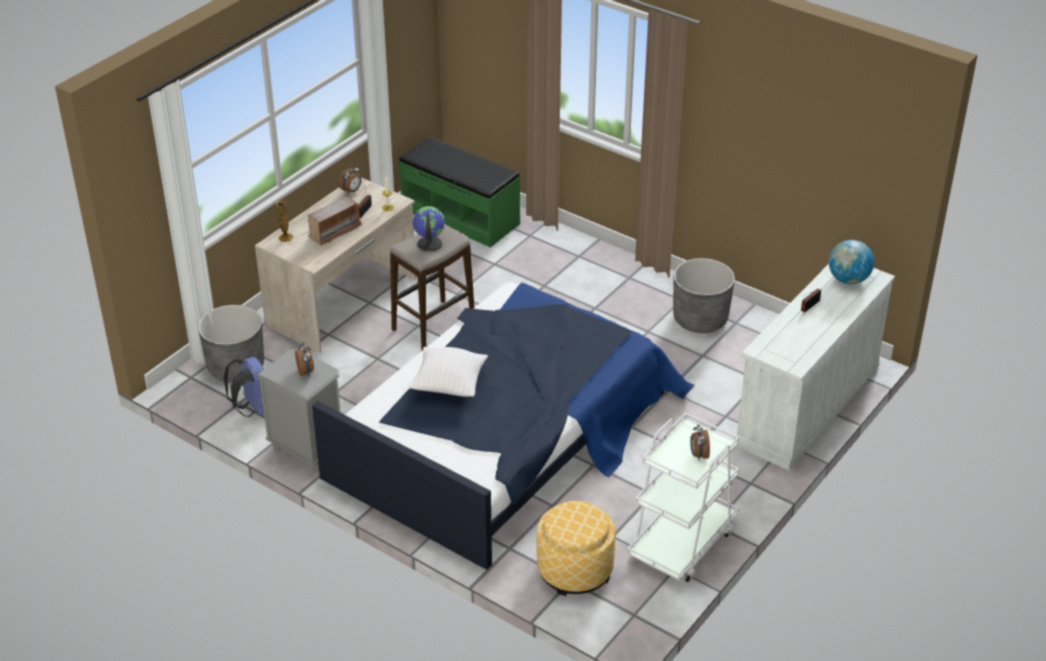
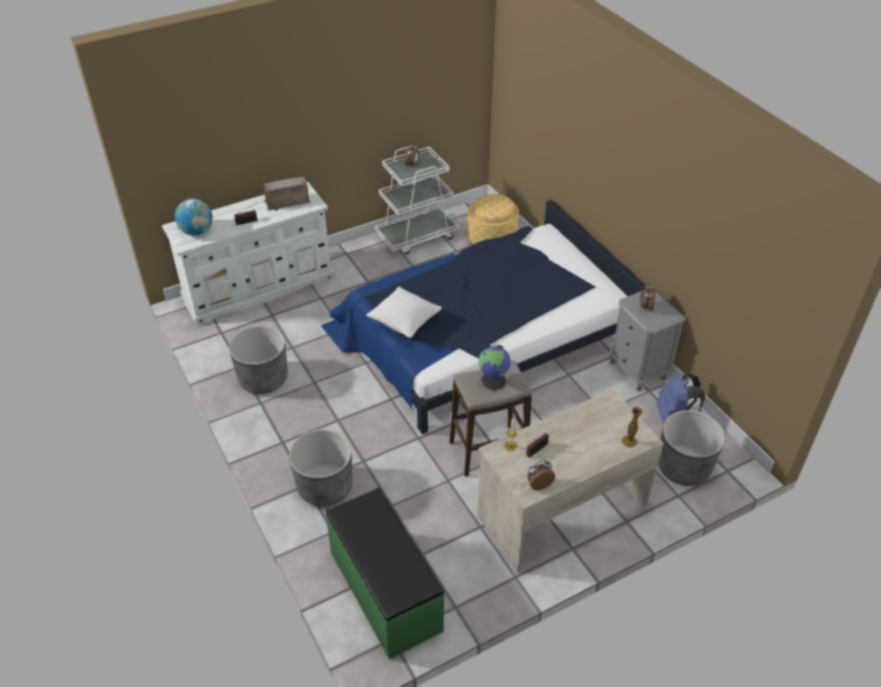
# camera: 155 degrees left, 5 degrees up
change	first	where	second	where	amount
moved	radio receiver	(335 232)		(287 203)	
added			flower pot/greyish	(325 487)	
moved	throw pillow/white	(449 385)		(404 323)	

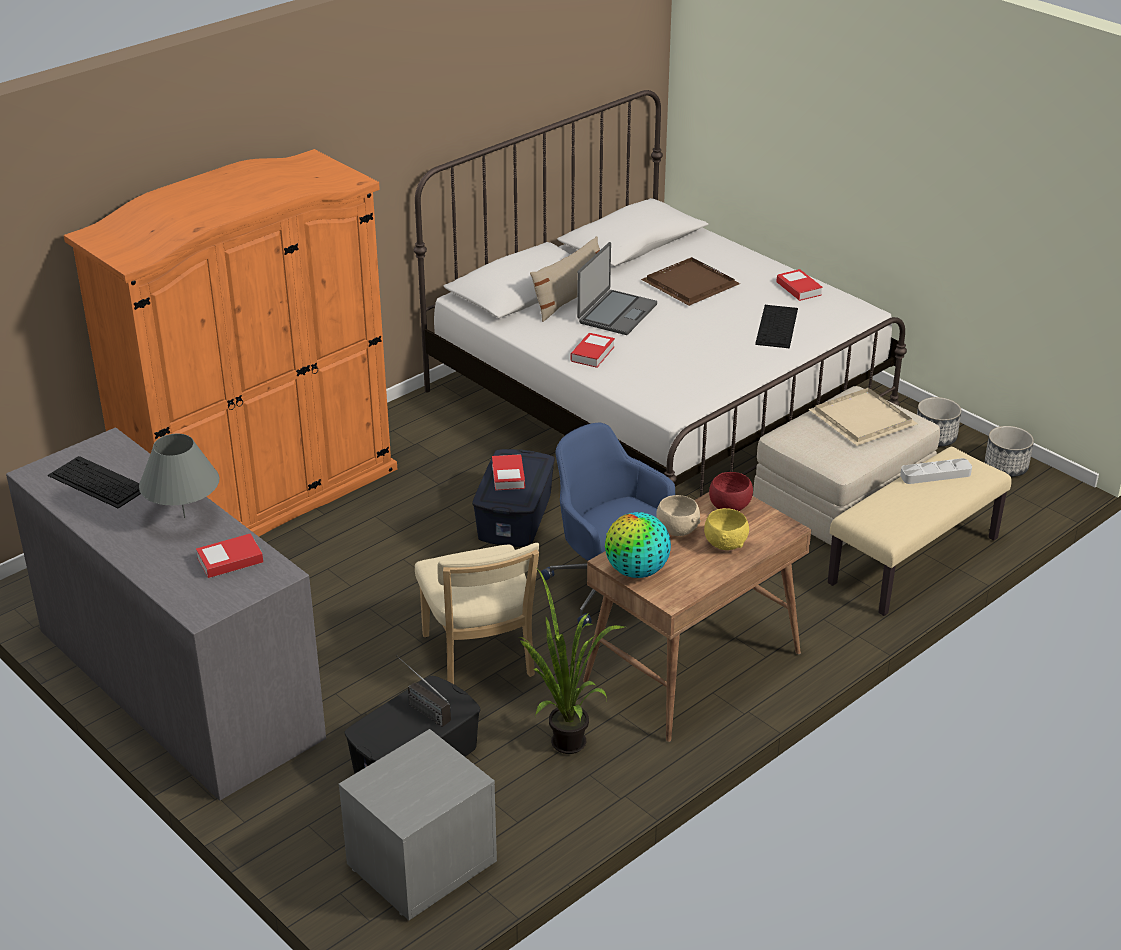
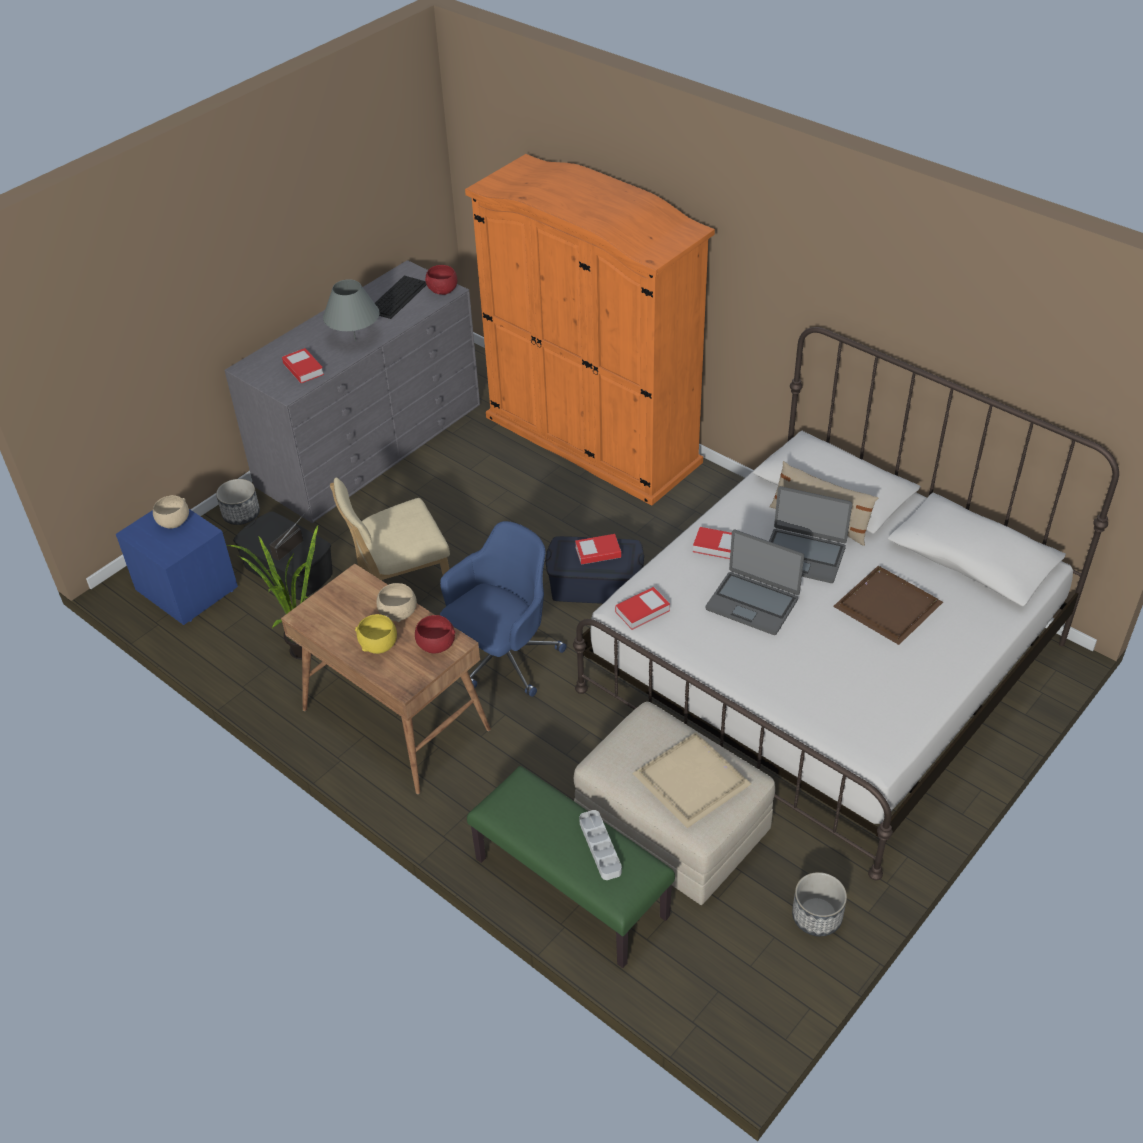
# camera: 85 degrees right, 10 degrees up
change	first	where	second	where	amount
recoloured	bedside table/greyish	(421 865)	bedside table/bluish	(185 589)	
added			bowl/sand-coloured	(173 523)	
moved	flower pot	(1006 467)		(241 514)	
added			bowl/red-coloured	(443 290)	
recoloured	bench/sand-coloured	(914 562)	bench/greenish	(569 888)	
moved	volume	(798 289)		(642 611)	
added			laptop	(752 603)	
removed	desk globe	(636 571)			
removed	computer keyboard	(777 326)			

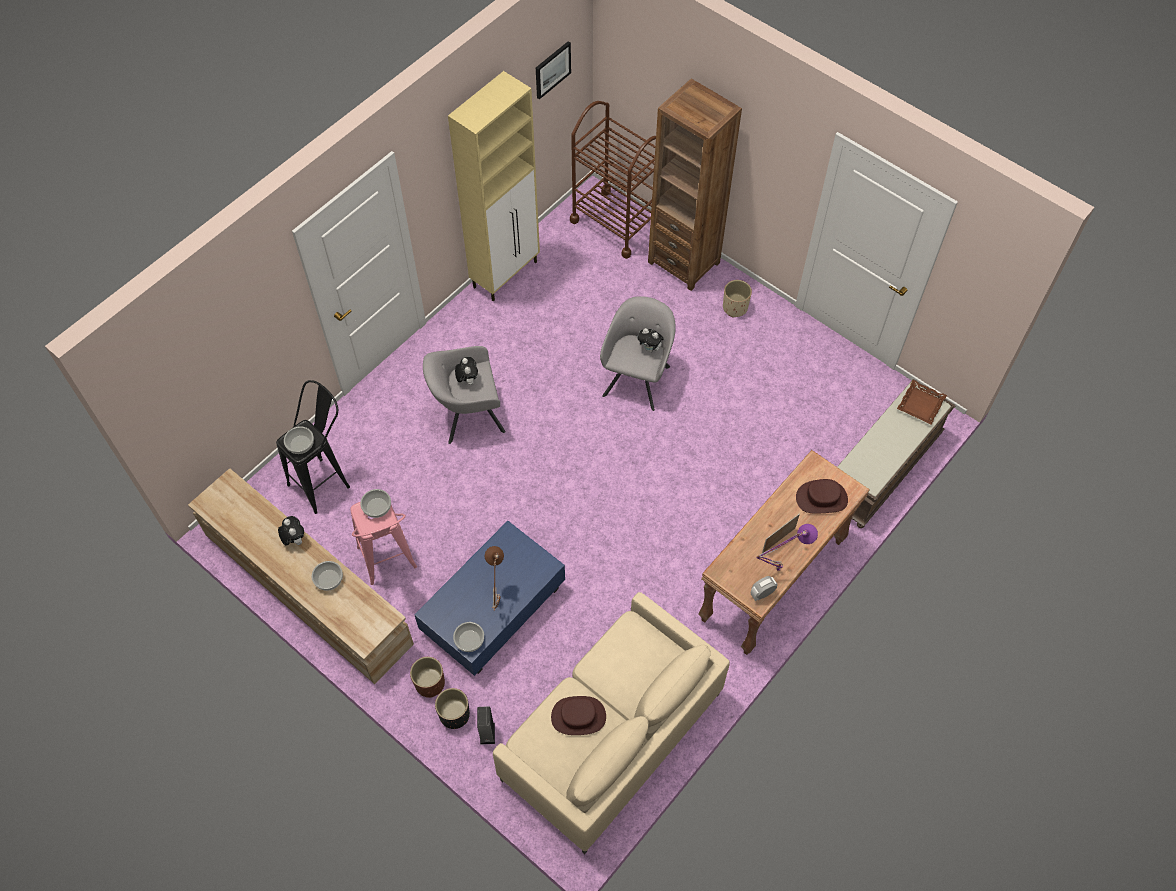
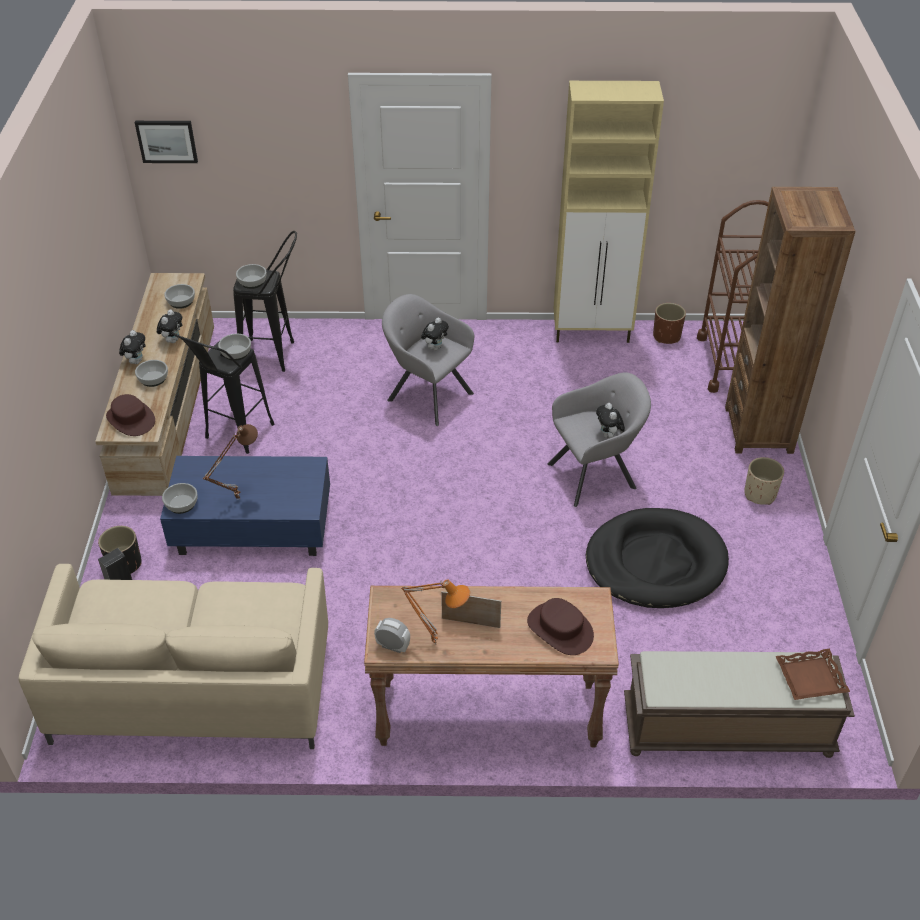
# camera: 50 degrees right, 15 degrees down
change	first	where	second	where	amount
moved	hat/brown	(578 717)		(130 419)	
added			soft toy	(136 361)	
moved	wall art	(552 69)		(167 141)	
added			bowl	(180 301)	
recoloured	sitting stool/pinkish	(390 566)	sitting stool/black	(234 438)	
recoloured	lamp for a table/purple	(778 569)	lamp for a table/orange-coloured	(436 642)	
added			pet bed/black	(655 562)	
moved	flower pot/brown	(430 683)		(666 336)	

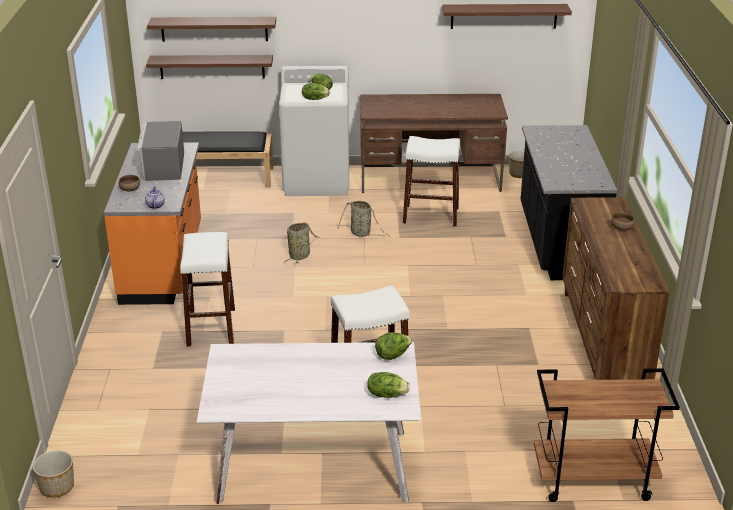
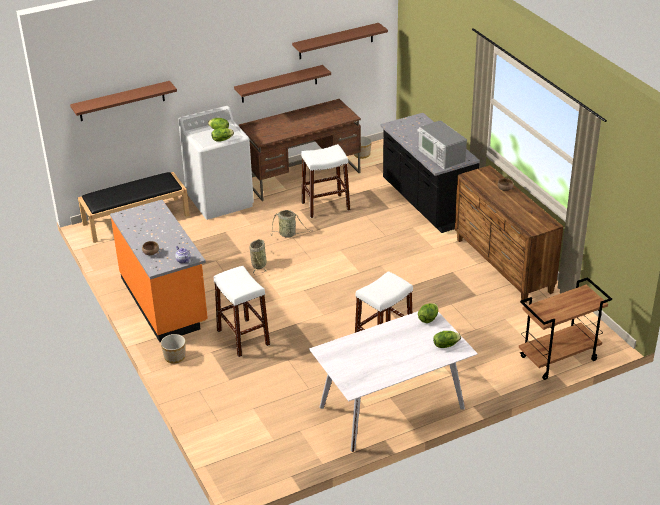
# camera: 25 degrees left, 5 degrees up
change	first	where	second	where	amount
moved	flower pot	(57 487)		(175 357)	
moved	shelf/brown	(212 66)		(279 84)	
moved	kitchen microwave	(163 166)		(441 156)	

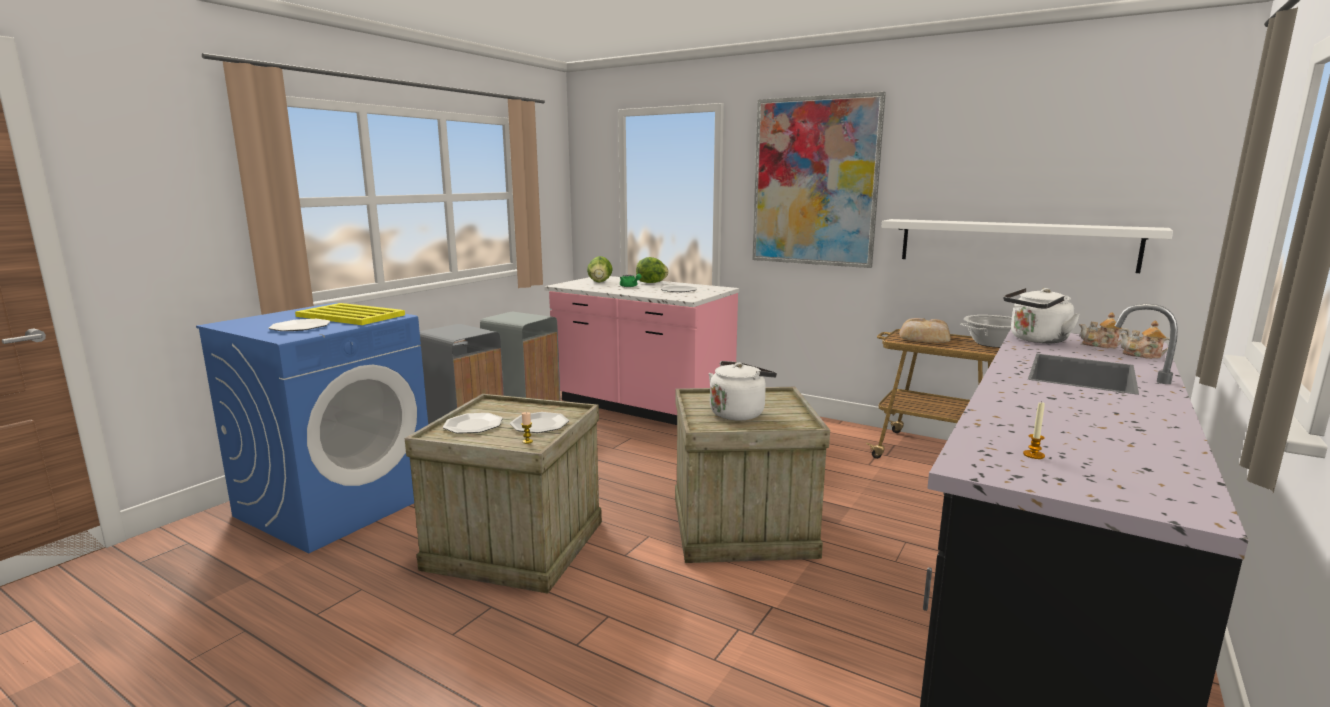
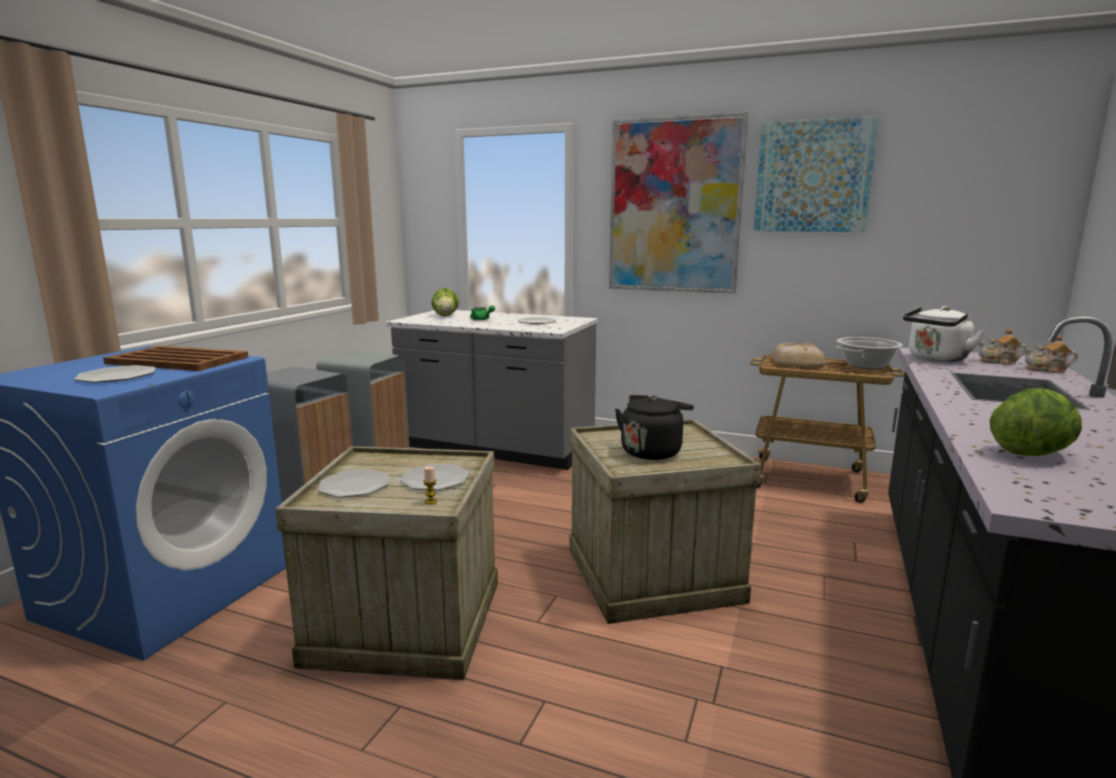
# camera: 10 degrees left, 0 degrees up
change	first	where	second	where	amount
recoloured	tray/yellow-coloured	(350 315)	tray/brown	(177 360)	
recoloured	kitchen counter/pinkish	(642 406)	kitchen counter/greyish	(496 448)	
recoloured	kettle/white	(739 413)	kettle/black	(652 451)	
added			wall art	(813 176)	
moved	lettuce head	(652 283)		(1031 453)	
removed	shelf/white	(1014 244)			
removed	candle	(1033 455)			

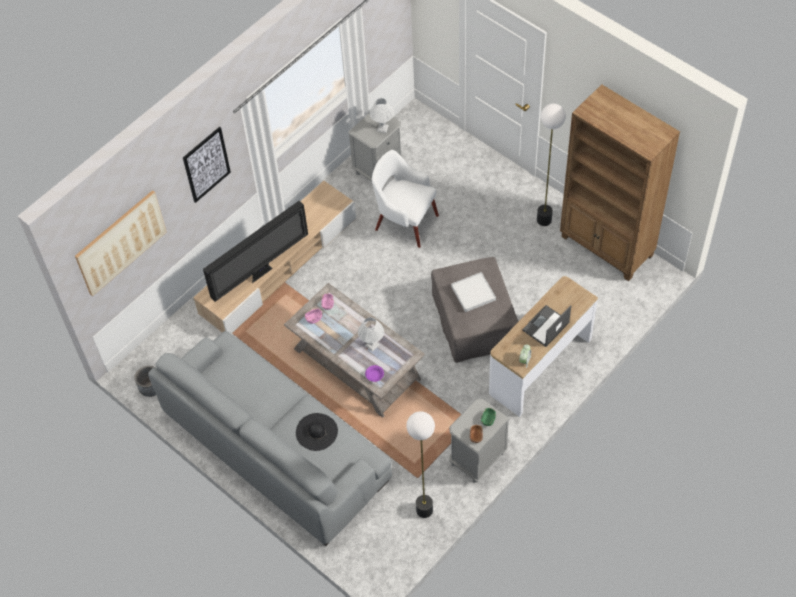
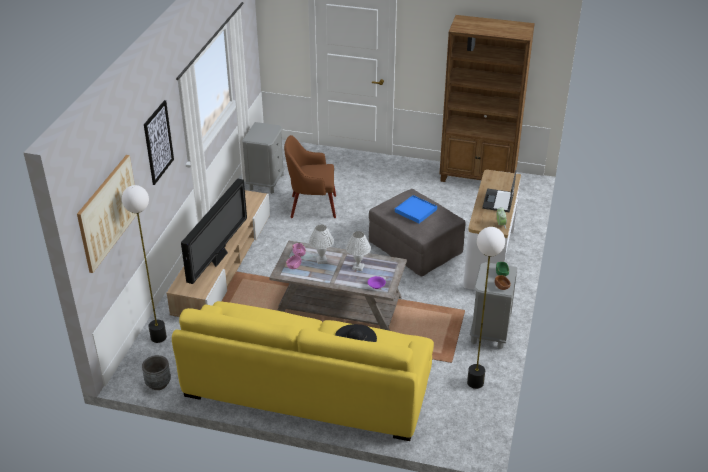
# camera: 30 degrees left, 20 degrees down
change	first	where	second	where	amount
moved	standing lamp	(544 220)		(158 337)	
recoloured	settee/greyish	(275 445)	settee/yellow-coloured	(308 384)	
recoloured	lounge chair/white	(405 222)	lounge chair/brown	(312 206)	
moved	lamp for a table/white	(383 128)		(322 260)	
recoloured	tray/white	(473 293)	tray/bluish	(415 211)	

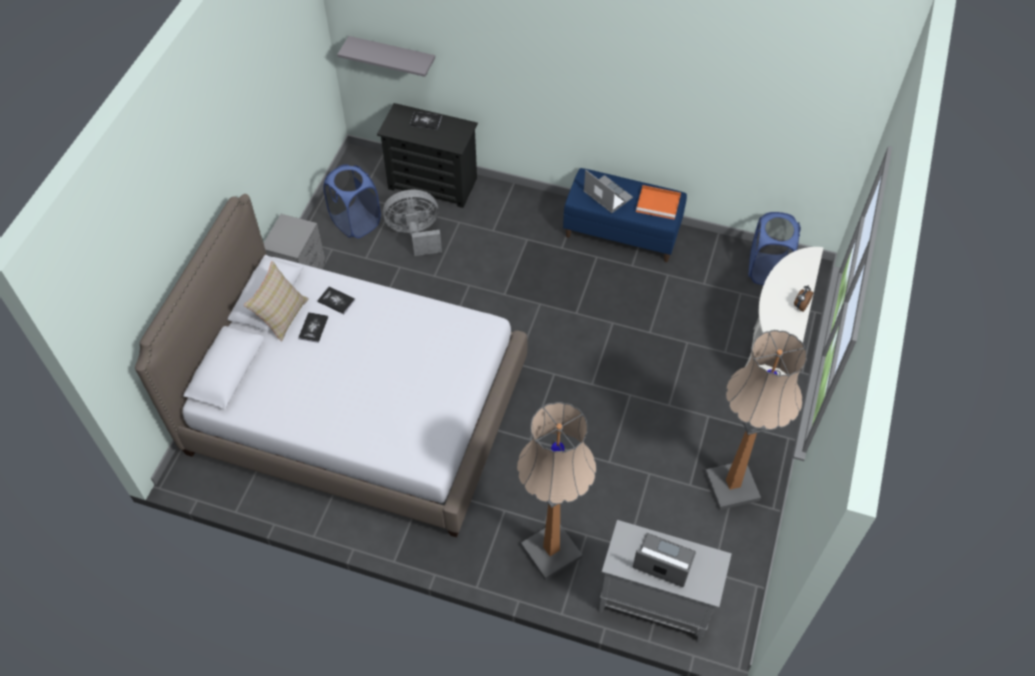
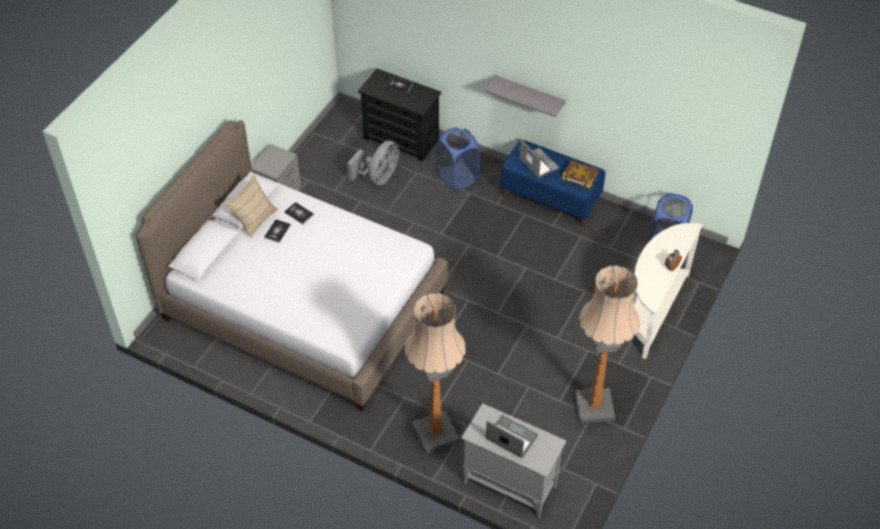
# camera: 10 degrees right, 5 degrees down
change	first	where	second	where	amount
turned	cooling fan/greyish	(415 234)		(378 177)	120 degrees clockwise
moved	washing basket/bluish	(356 222)		(457 177)	
moved	shelf/greyish	(392 56)		(529 96)	
replaced	tray/orange-coloured	(659 204)	volume	(579 176)	

